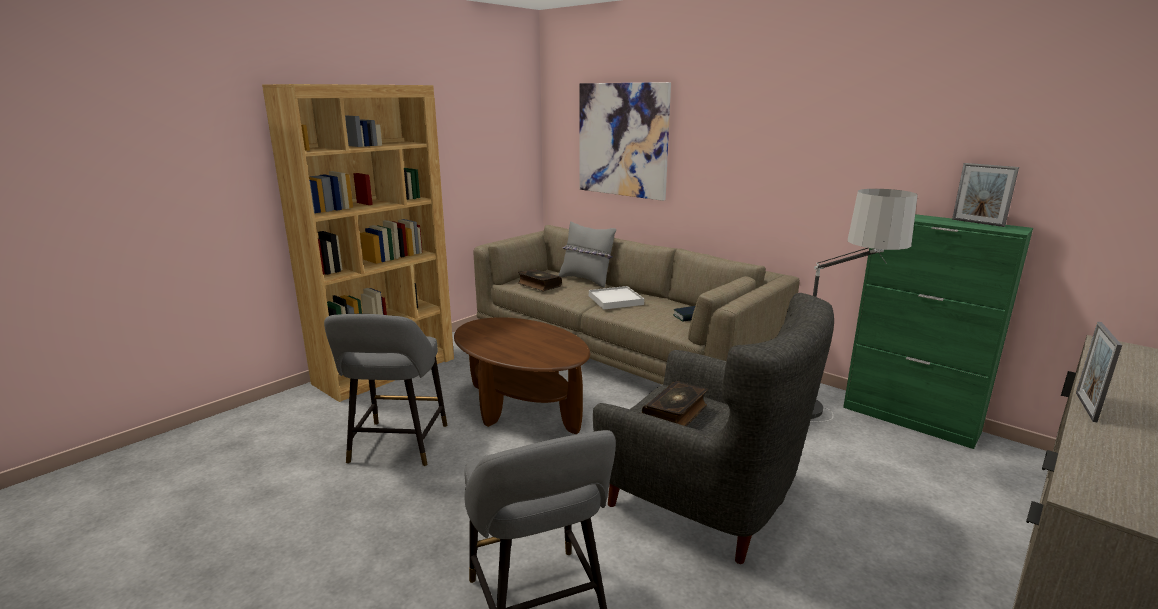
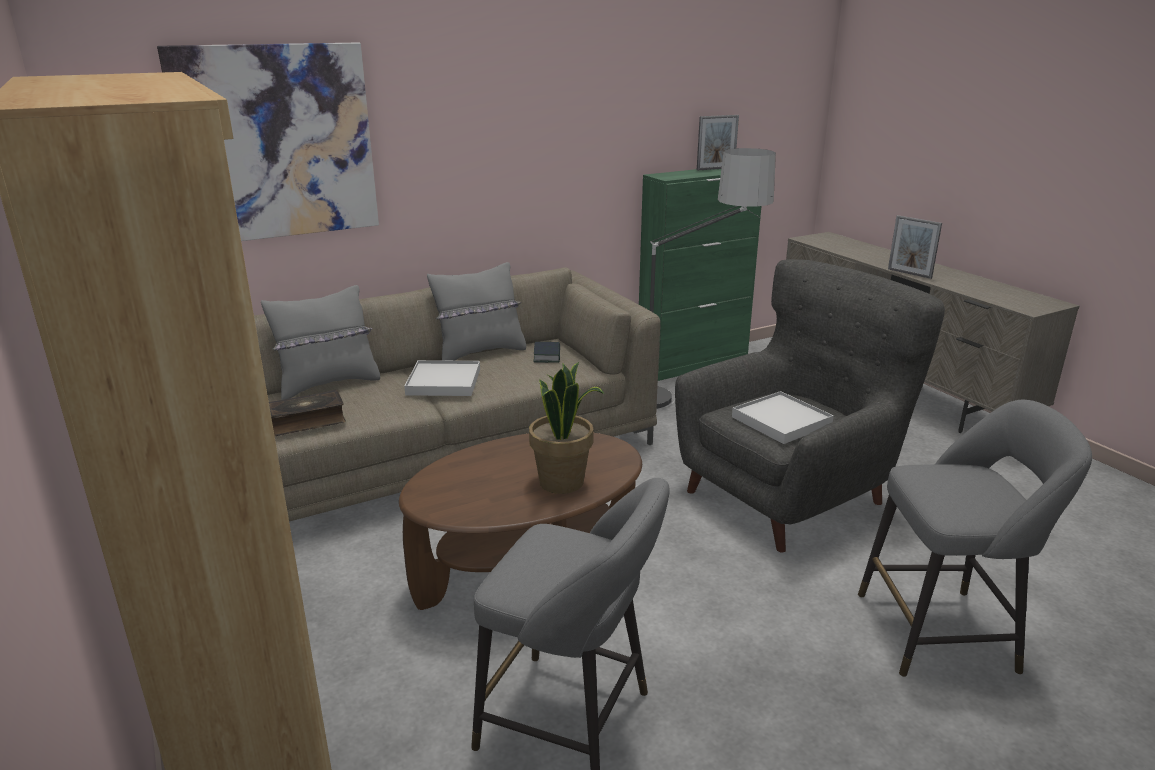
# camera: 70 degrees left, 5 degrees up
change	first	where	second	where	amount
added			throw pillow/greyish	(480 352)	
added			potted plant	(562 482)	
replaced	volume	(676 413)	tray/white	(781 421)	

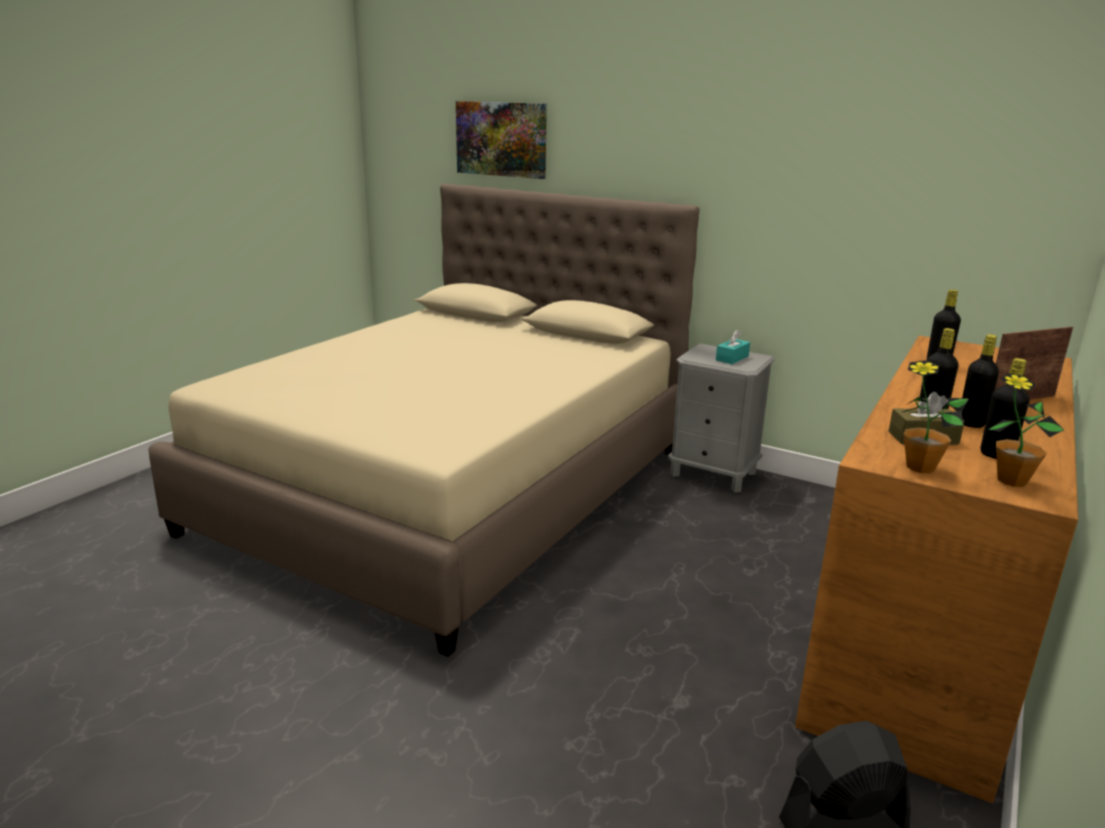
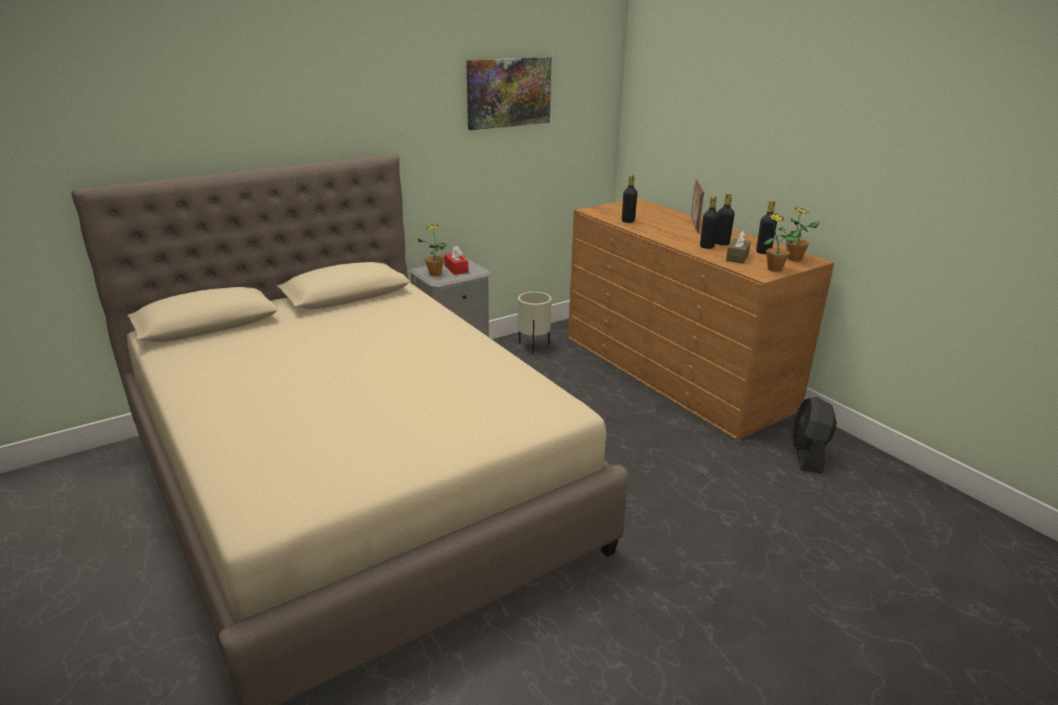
# camera: 65 degrees left, 5 degrees up
change	first	where	second	where	amount
added			potted plant	(435 273)	
recoloured	tissue holder/turquoise-coloured	(732 358)	tissue holder/red-coloured	(456 269)	
moved	wall art	(501 139)		(508 92)	
added			flower pot/sand-coloured	(534 347)	

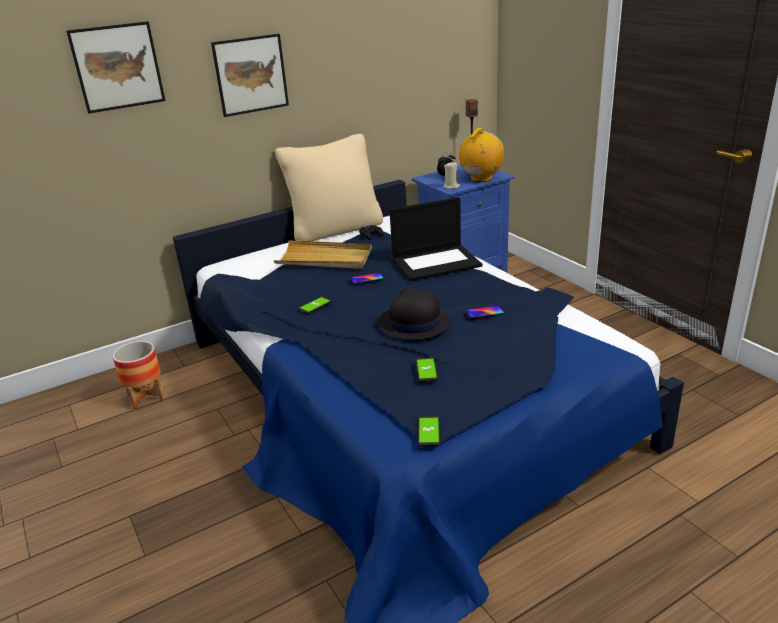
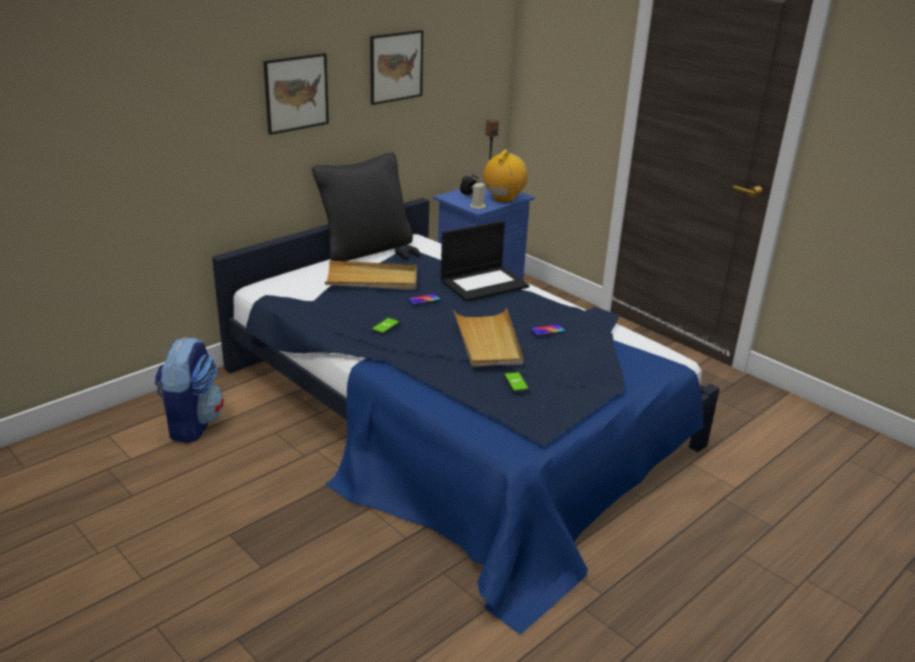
# camera: 15 degrees left, 0 degrees up
change	first	where	second	where	amount
replaced	flower pot	(146 397)	backpack	(192 424)	
recoloured	throw pillow/sand-coloured	(335 229)	throw pillow/black	(365 249)	
moved	wall art	(117 67)		(396 66)	
replaced	hat/black	(413 323)	tray/sand-coloured	(488 341)	
removed	phone	(429 431)			

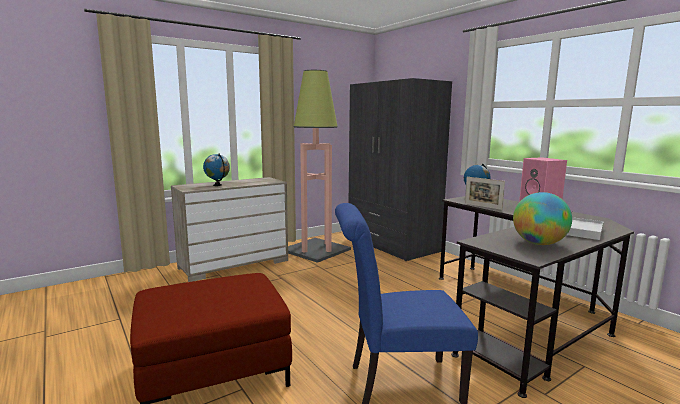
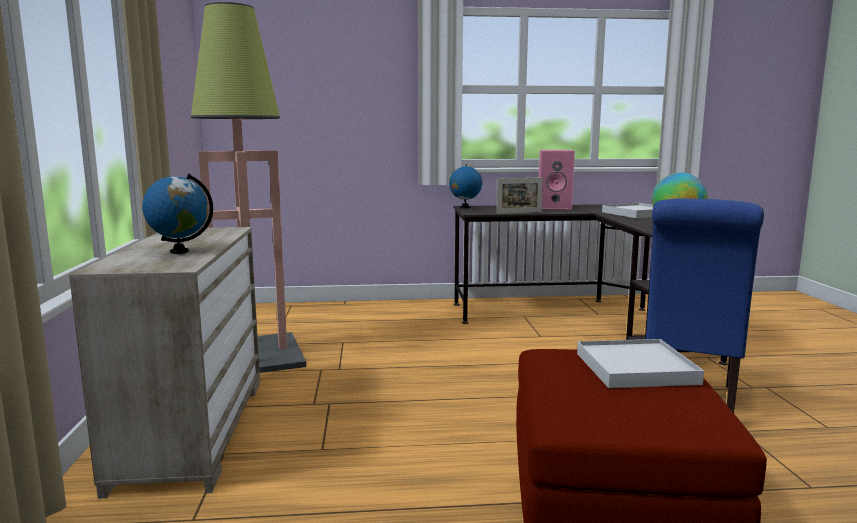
# camera: 60 degrees left, 0 degrees up
change	first	where	second	where	amount
added			tray/white	(635 368)	
removed	armoire/greyish	(392 244)			

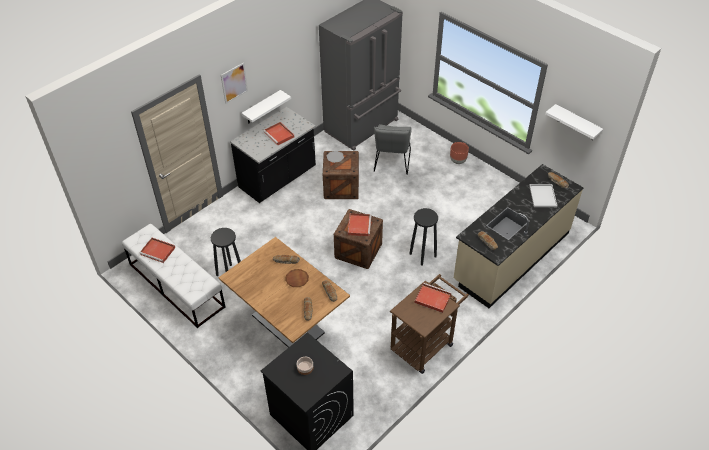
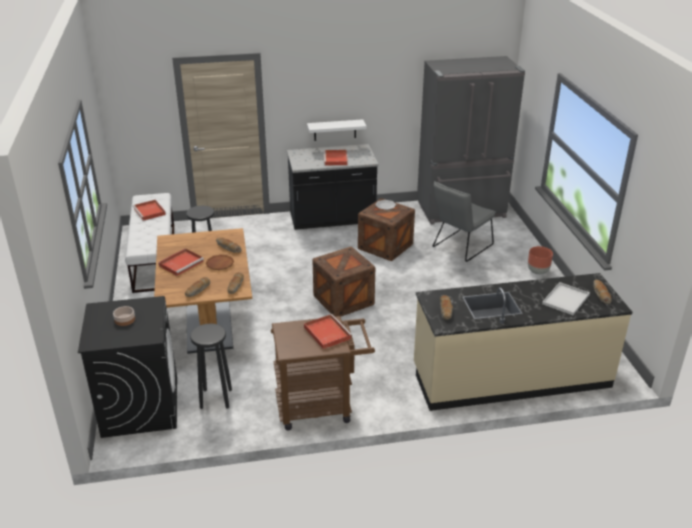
# camera: 35 degrees right, 15 degrees down
change	first	where	second	where	amount
moved	tray/red-coloured	(359 225)		(181 263)	
moved	sitting stool/black	(422 255)		(215 398)	
removed	wall art	(234 83)			
removed	shelf/white	(577 123)			

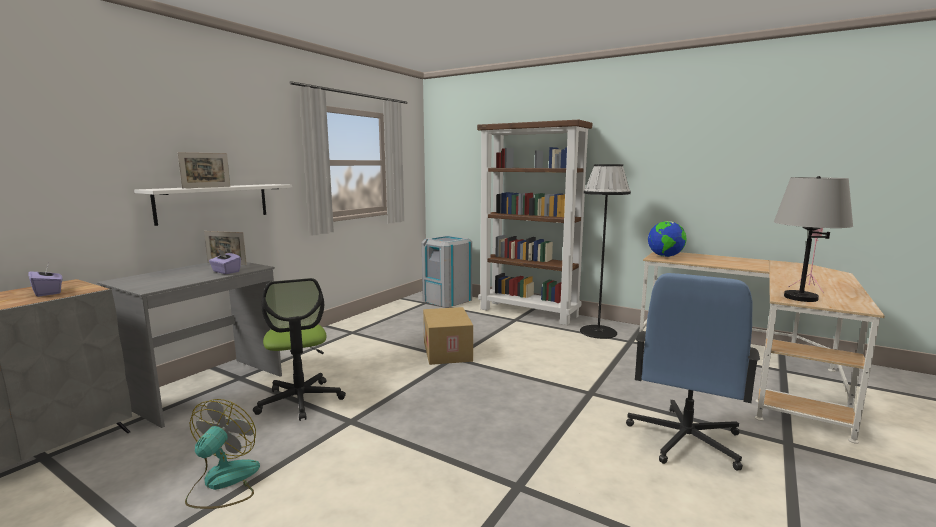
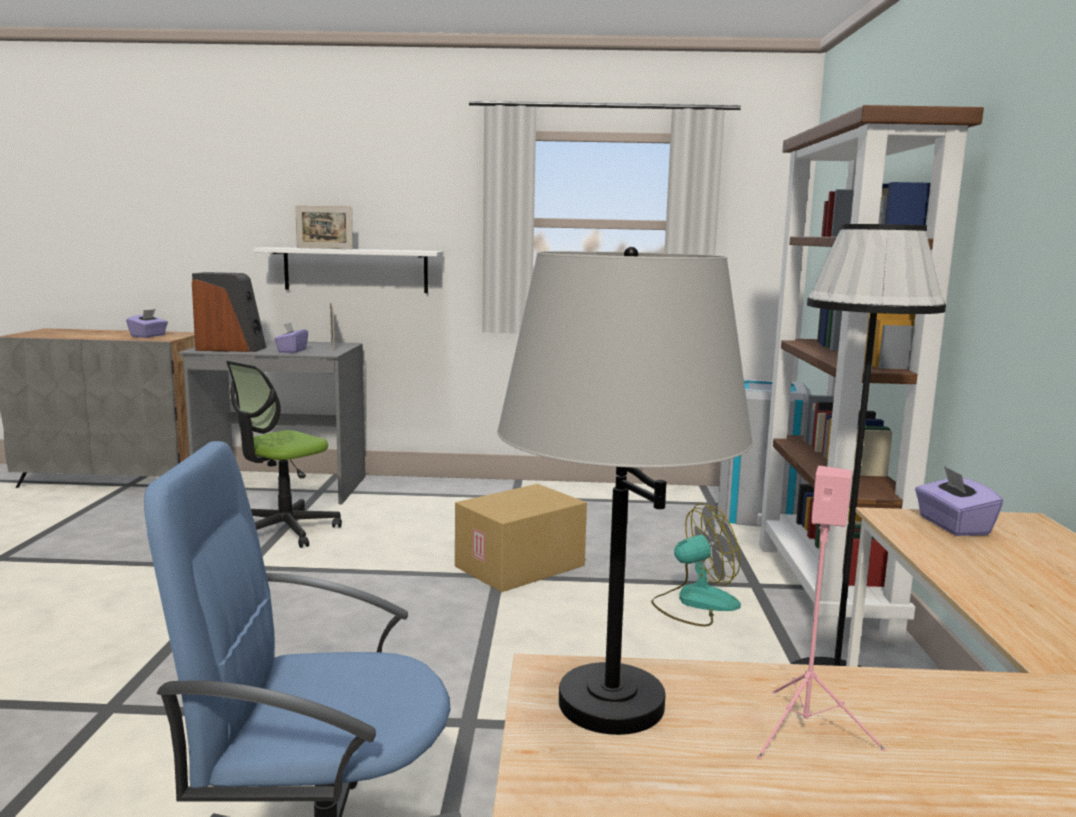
# camera: 60 degrees right, 0 degrees up
change	first	where	second	where	amount
added			speaker	(231 349)	
moved	cooling fan	(223 483)		(694 603)	
replaced	desk globe	(665 256)	tissue holder/purple	(952 526)	

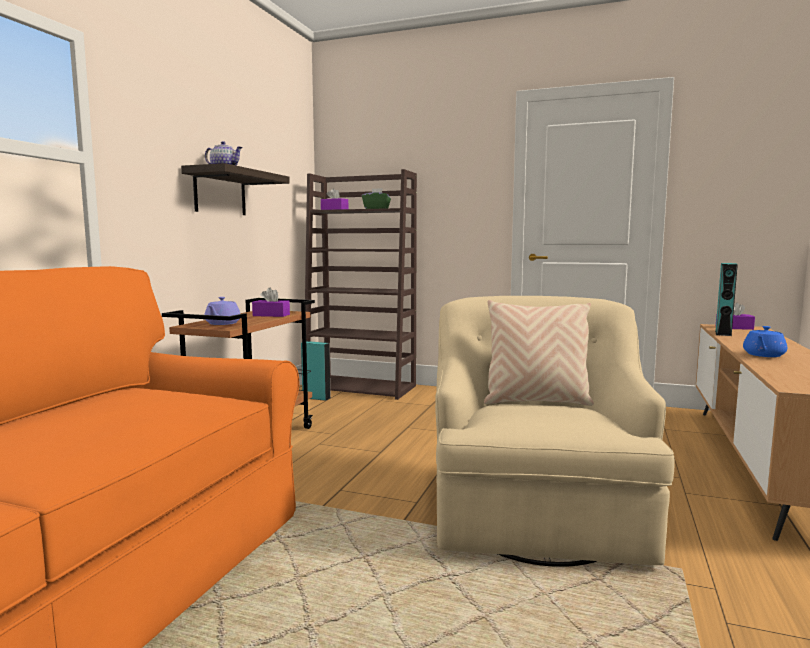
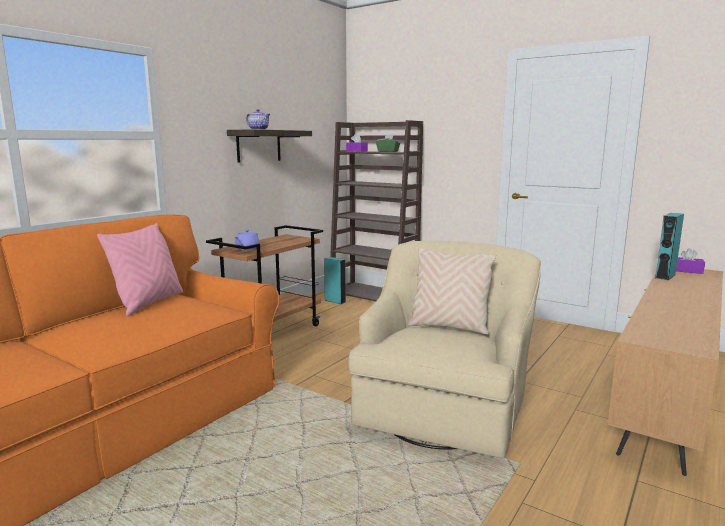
# camera: 15 degrees right, 5 degrees up
change	first	where	second	where	amount
added			throw pillow/pinkish	(148 303)	
removed	tissue holder/purple	(271 315)			
removed	pot for tea/bluish	(763 355)			

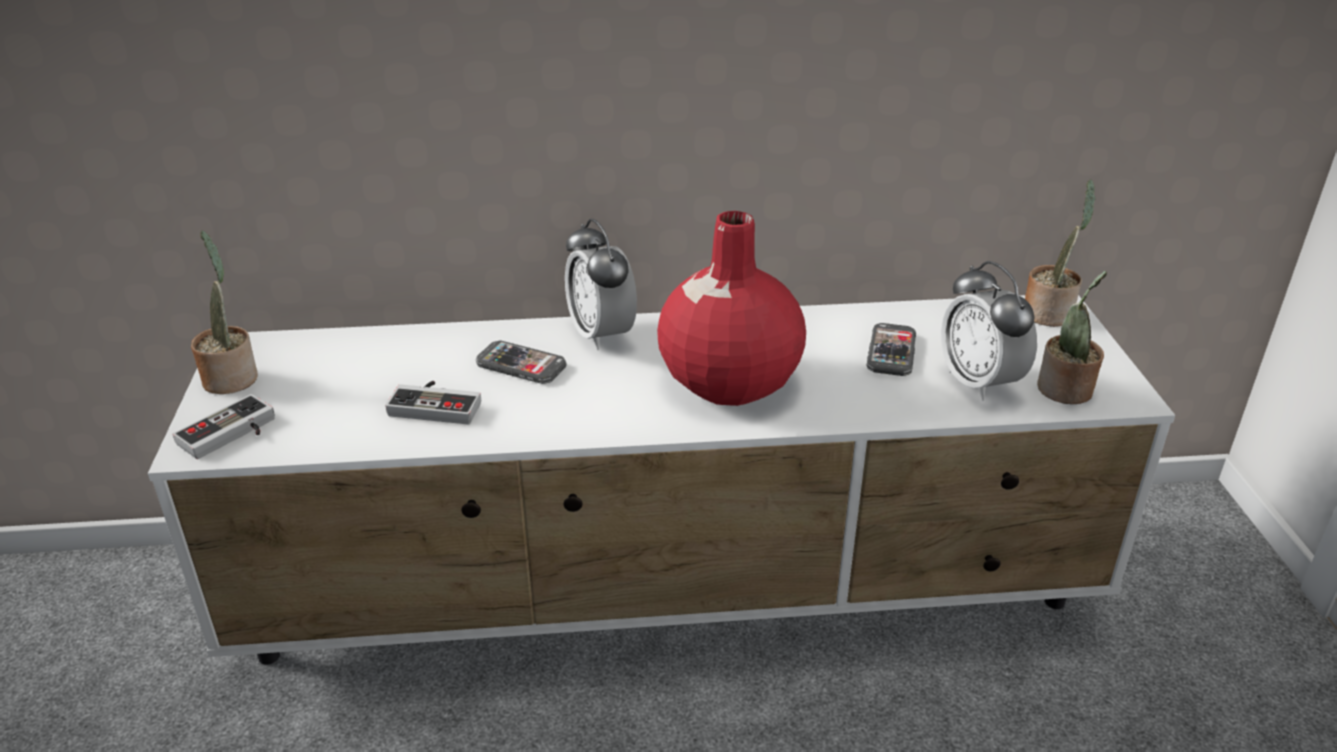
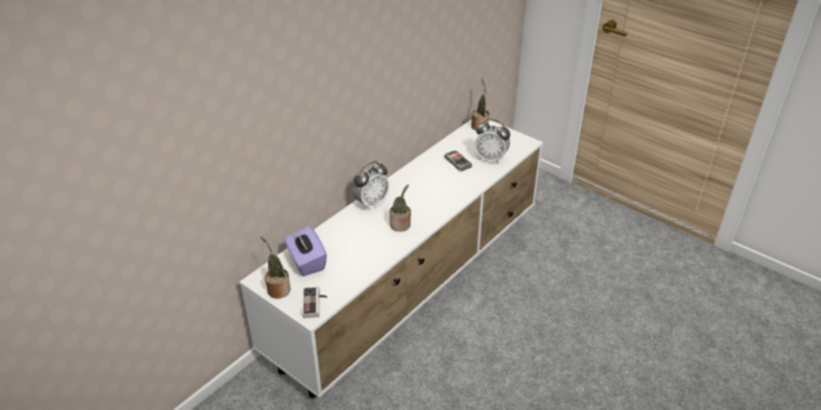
# camera: 45 degrees left, 5 degrees up
change	first	where	second	where	amount
added			tissue holder/purple	(306 262)	
turned	alarm clock	(601 334)		(371 203)	60 degrees counterclockwise
moved	potted plant	(1065 391)		(401 225)	
removed	joypad	(437 404)			
removed	phone	(521 365)			
removed	flower vase/red-coloured	(728 381)			

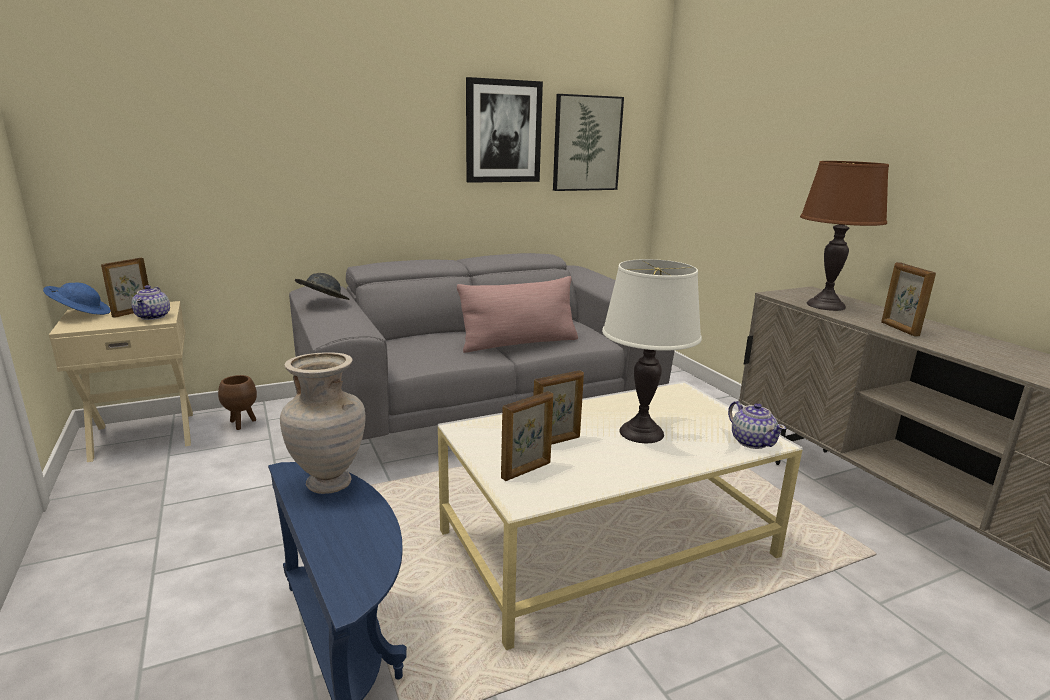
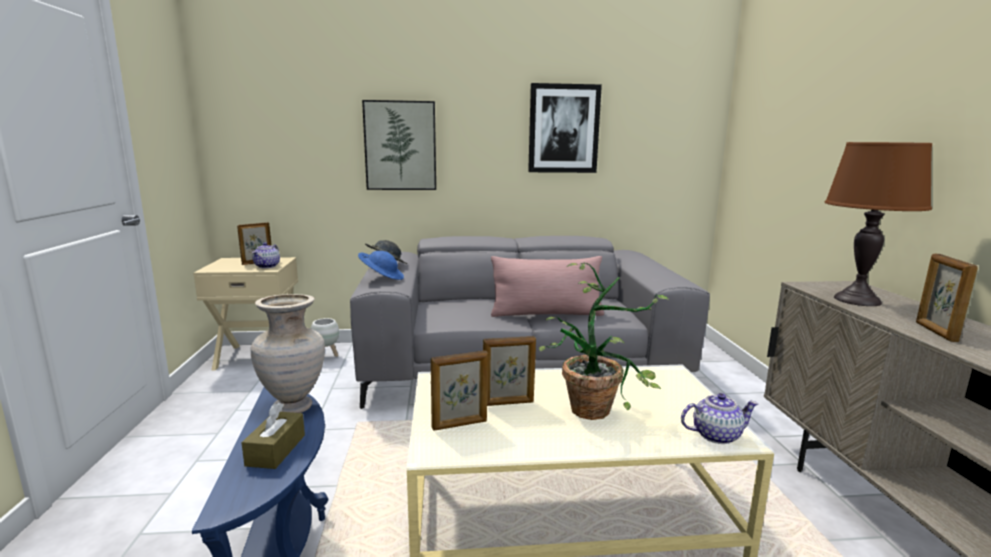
# camera: 20 degrees right, 5 degrees down
change	first	where	second	where	amount
added			tissue holder/brown	(276 450)	
recoloured	flower pot/brown	(242 424)	flower pot/white	(326 357)	
moved	hat/bluish	(81 314)		(382 278)	
moved	wall art	(586 143)		(400 146)	
replaced	lamp for a table/white	(641 433)	potted plant	(599 407)	
turned	pot for tea	(752 441)		(715 435)	90 degrees counterclockwise

